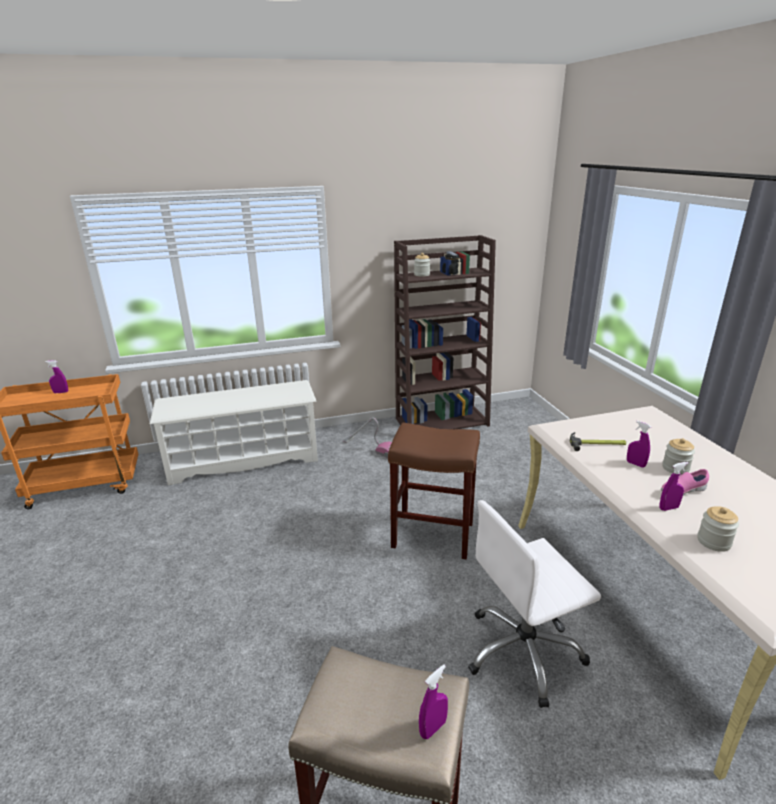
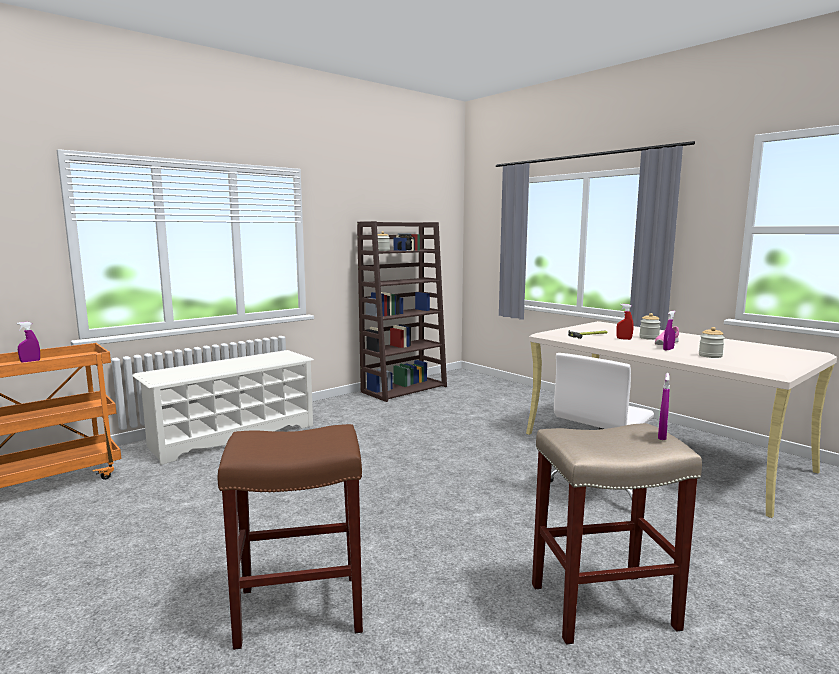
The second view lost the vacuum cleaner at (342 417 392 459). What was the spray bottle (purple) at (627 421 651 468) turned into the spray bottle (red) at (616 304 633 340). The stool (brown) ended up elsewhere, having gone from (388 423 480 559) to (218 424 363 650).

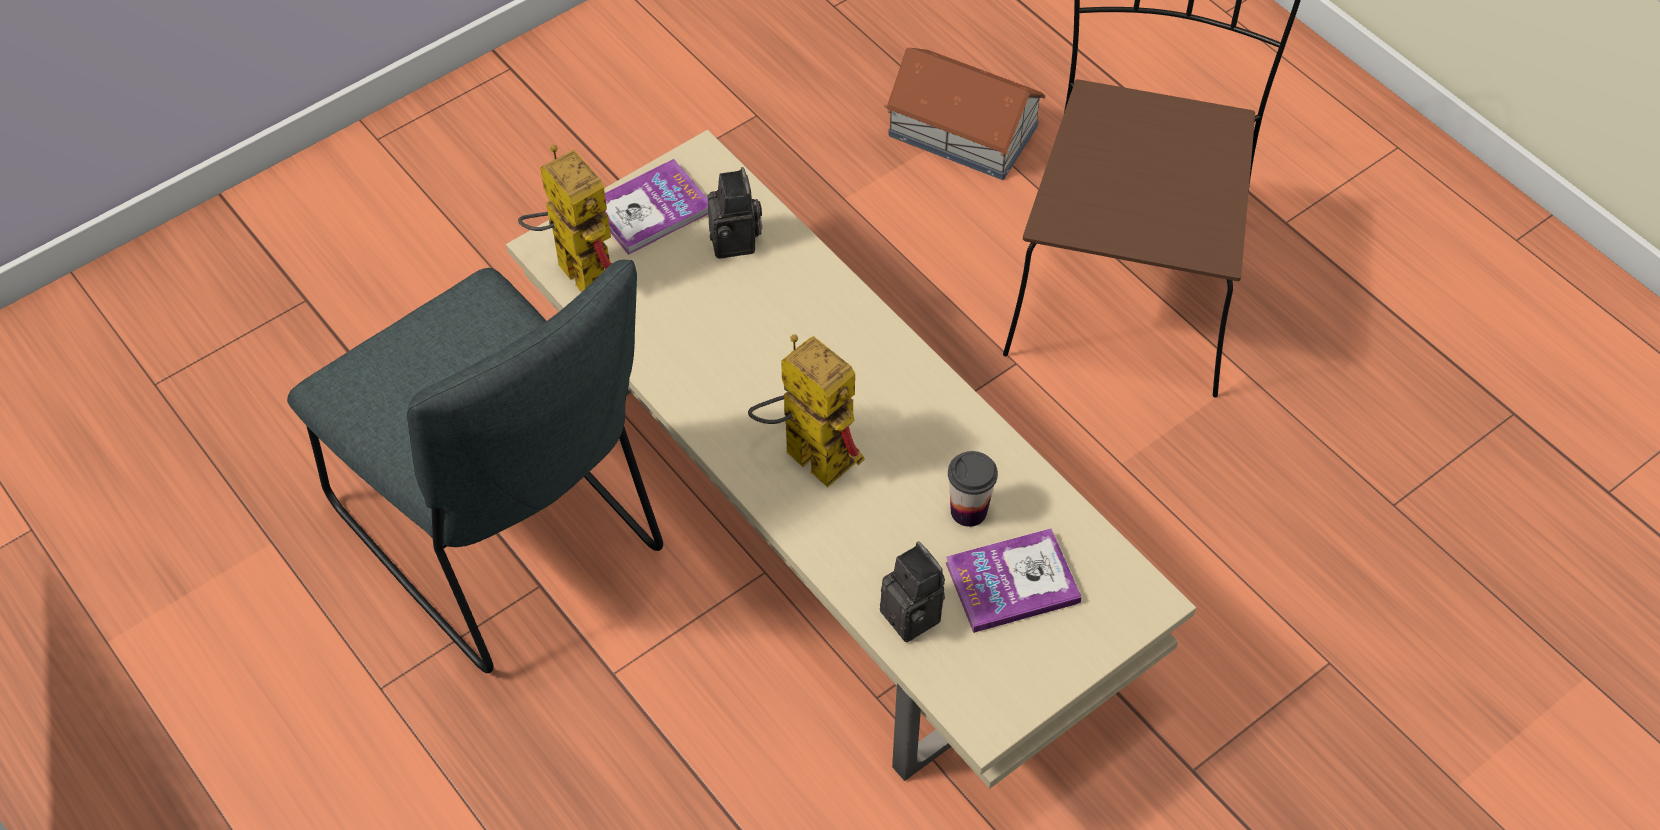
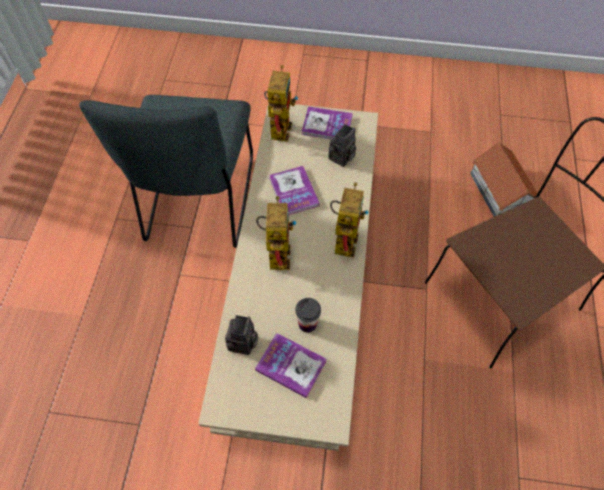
The second view gained the book at (269 166 320 215). The second view gained the toy robot at (330 182 369 258).

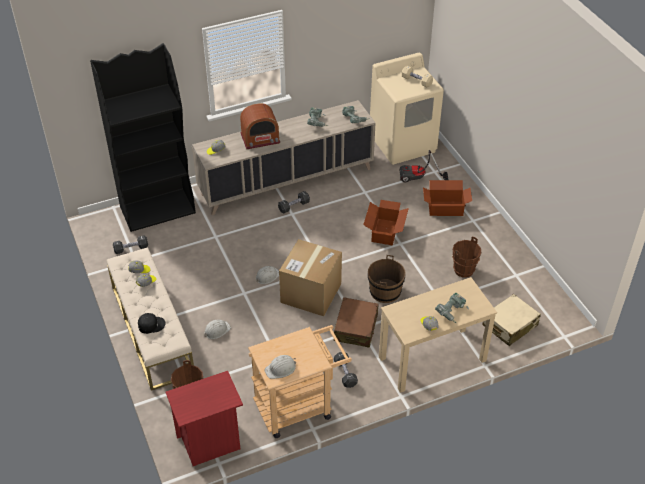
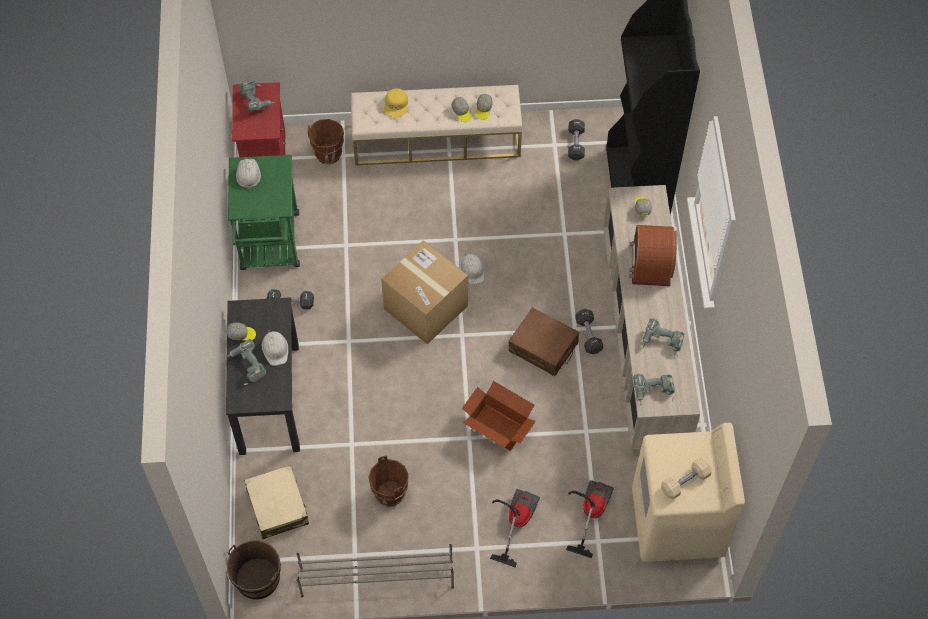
Where the cardboard box stood at (423 180 472 216), the vacuum cleaner came to stand at (490 489 540 568). The bucket (brown) ended up elsewhere, having gone from (368 255 406 303) to (227 540 281 599). What was the desk (beige) at (379 277 497 393) turned into the desk (black) at (226 298 300 455). The suitcase (brown) ended up elsewhere, having gone from (334 297 379 348) to (508 307 579 376). What was the cap (black) at (138 313 166 334) turned into the cap (yellow) at (384 88 408 117). The hard hat (white) ended up elsewhere, having gone from (204 319 231 339) to (262 330 289 366). What was the cart (beige) at (248 325 352 438) turned into the cart (green) at (228 155 300 270). The second view gained the power drill at (239 81 275 111). The second view gained the shoe rack (grey) at (297 544 454 597).

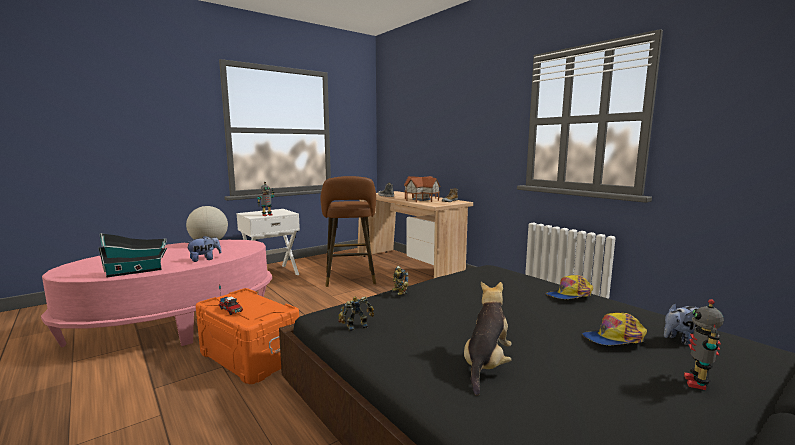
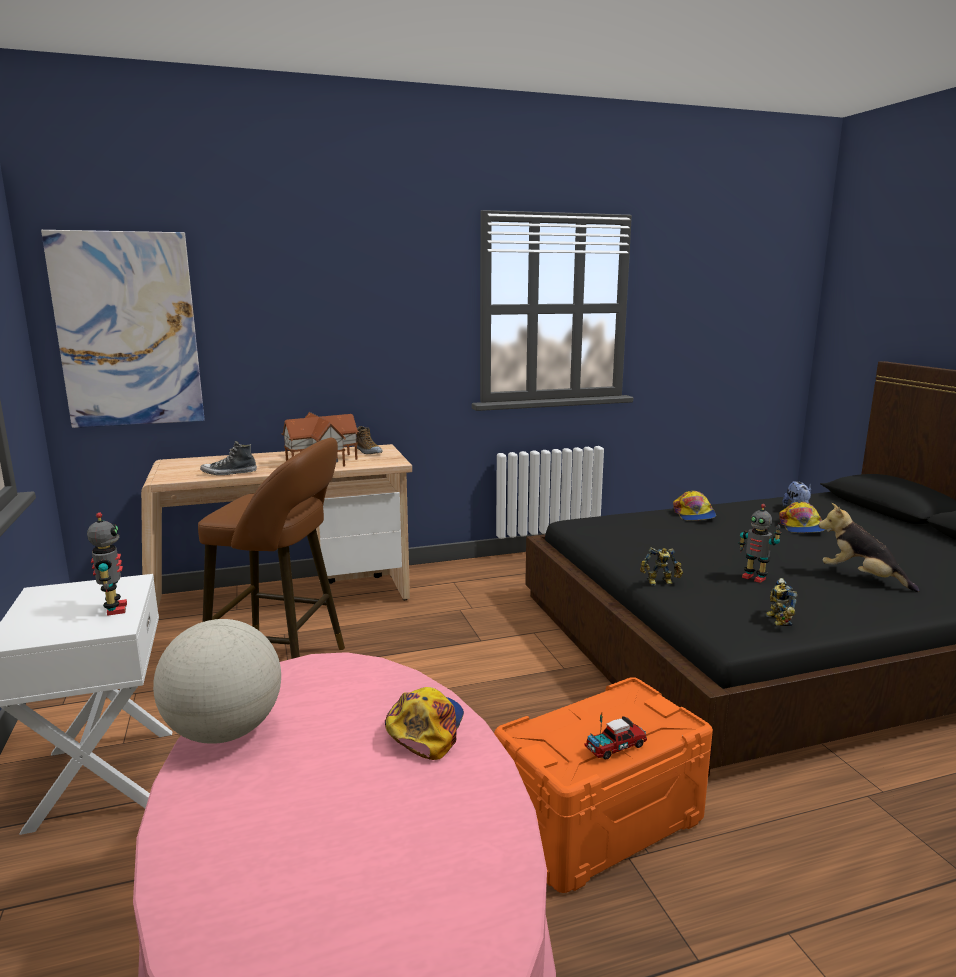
The second view lost the toy house at (98 233 167 278). Where the plush toy stood at (186 236 222 262), the cap came to stand at (385 687 464 760). The toy robot ended up elsewhere, having gone from (684 299 724 390) to (738 504 782 583). The second view gained the picture at (41 230 205 428).

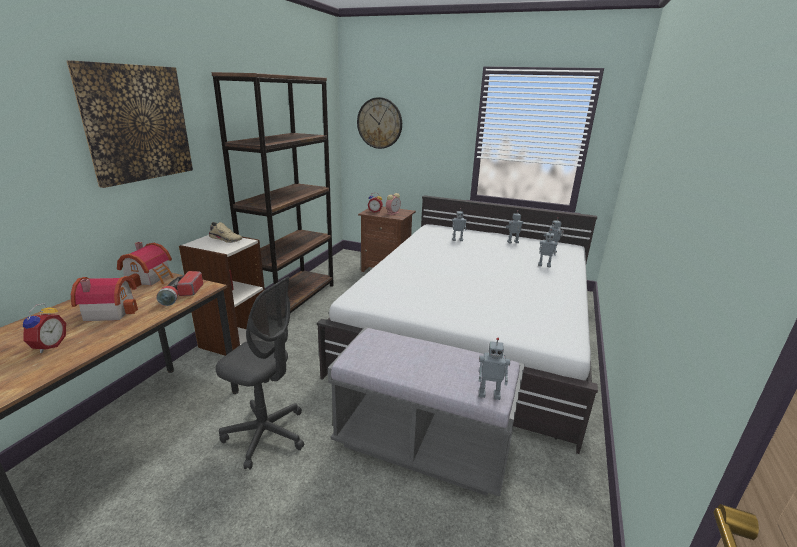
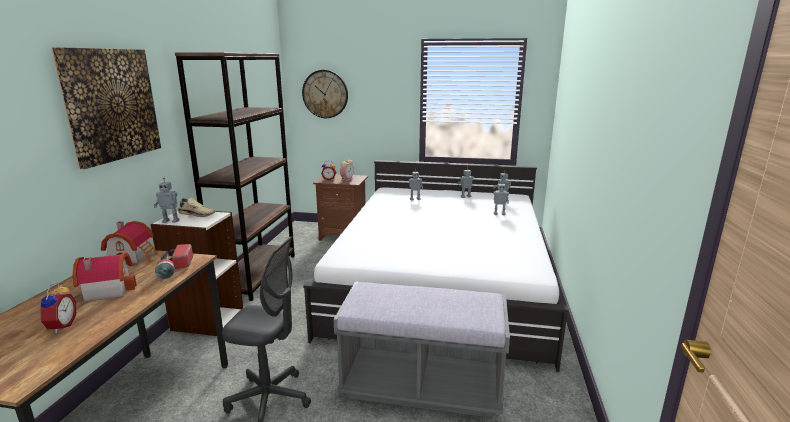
The toy robot ended up elsewhere, having gone from (479 338 510 400) to (153 178 179 223).

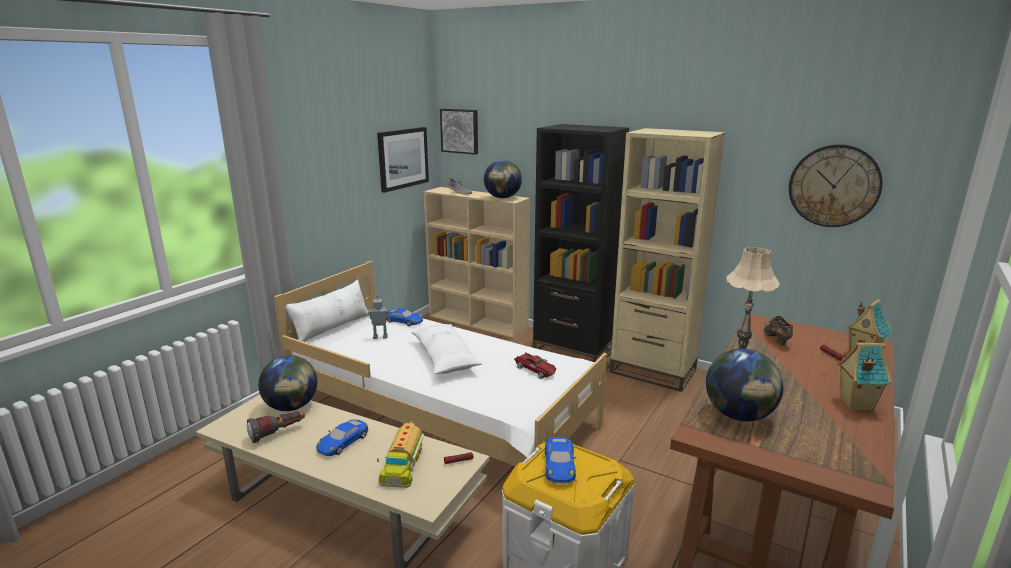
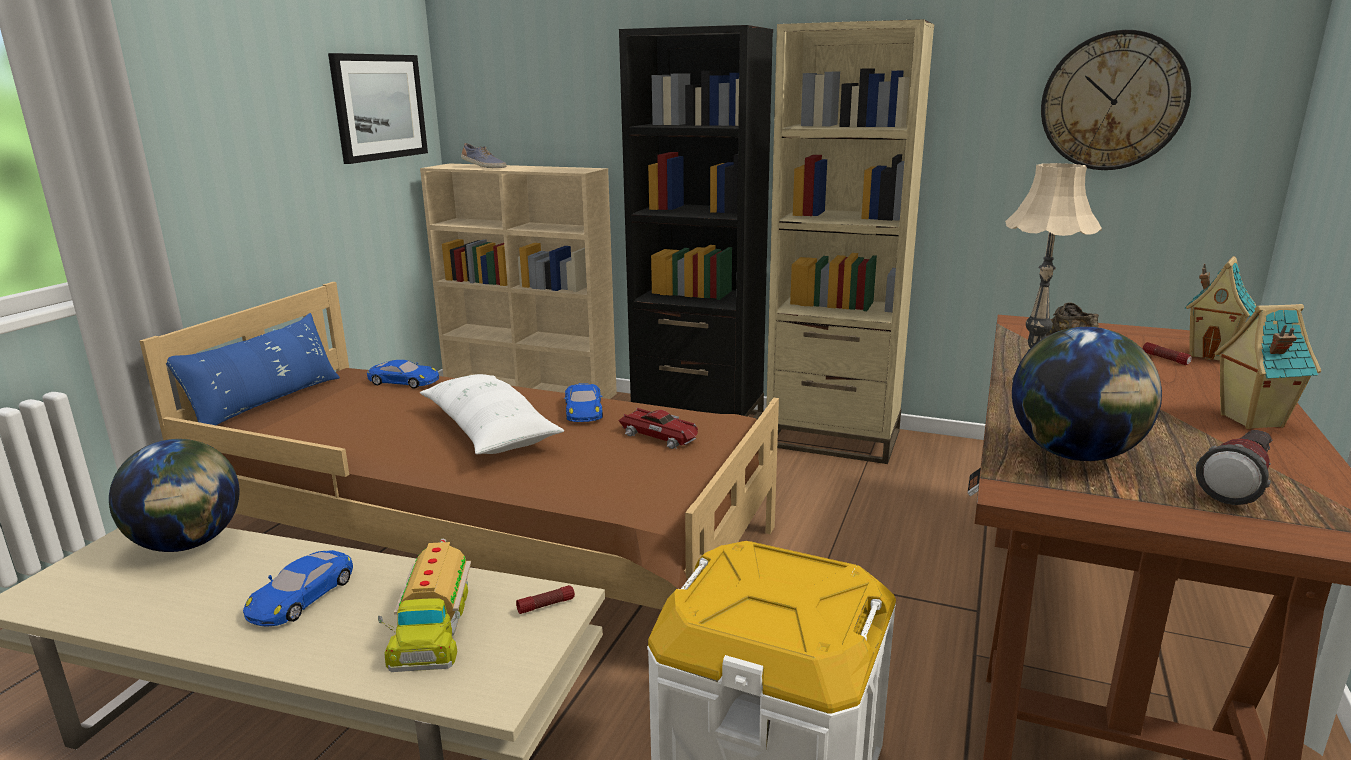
The second view lost the picture at (440 109 478 155). The second view lost the globe at (484 160 522 198). What was the bed (white) at (274 261 607 466) turned into the bed (brown) at (140 282 779 610). What was the pillow (white) at (285 279 370 342) turned into the pillow (blue) at (166 313 340 425). The second view lost the toy robot at (368 295 389 339). The flashlight ended up elsewhere, having gone from (247 411 305 443) to (1196 430 1272 505). The toy car (blue) ended up elsewhere, having gone from (545 437 576 483) to (564 383 603 422).

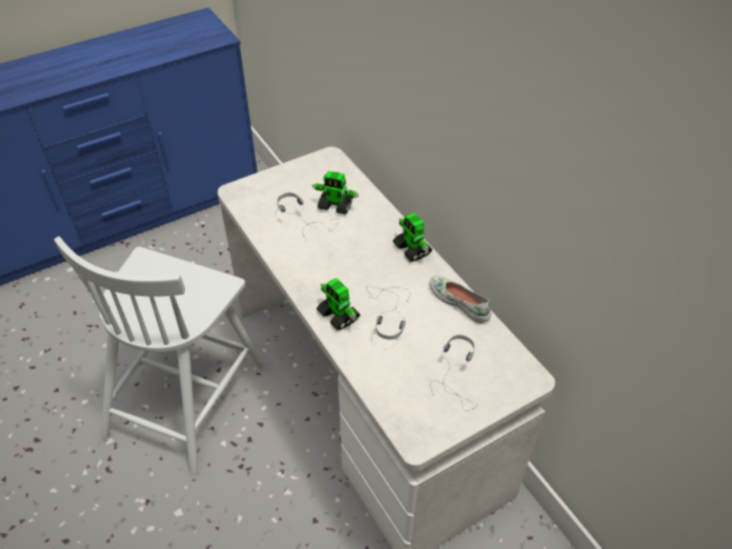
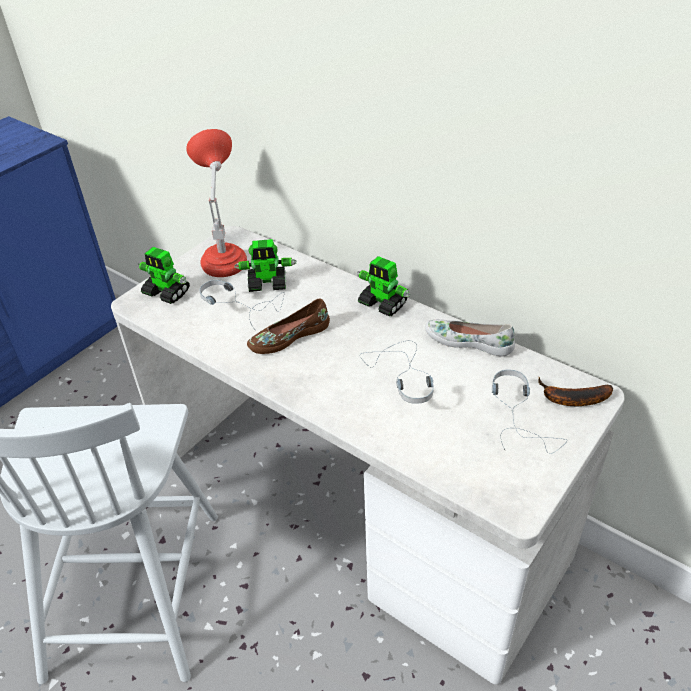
The toy robot ended up elsewhere, having gone from (317 278 360 331) to (138 247 190 304). The second view gained the table lamp (red) at (186 129 247 277). The second view gained the shoe (brown) at (247 298 330 354). The second view gained the banana at (539 377 613 406).

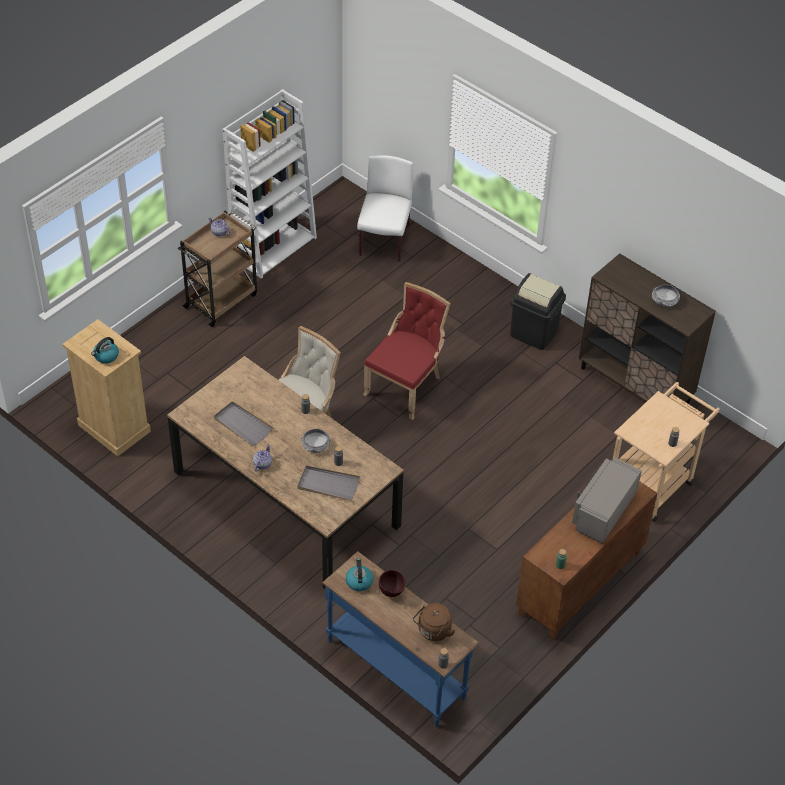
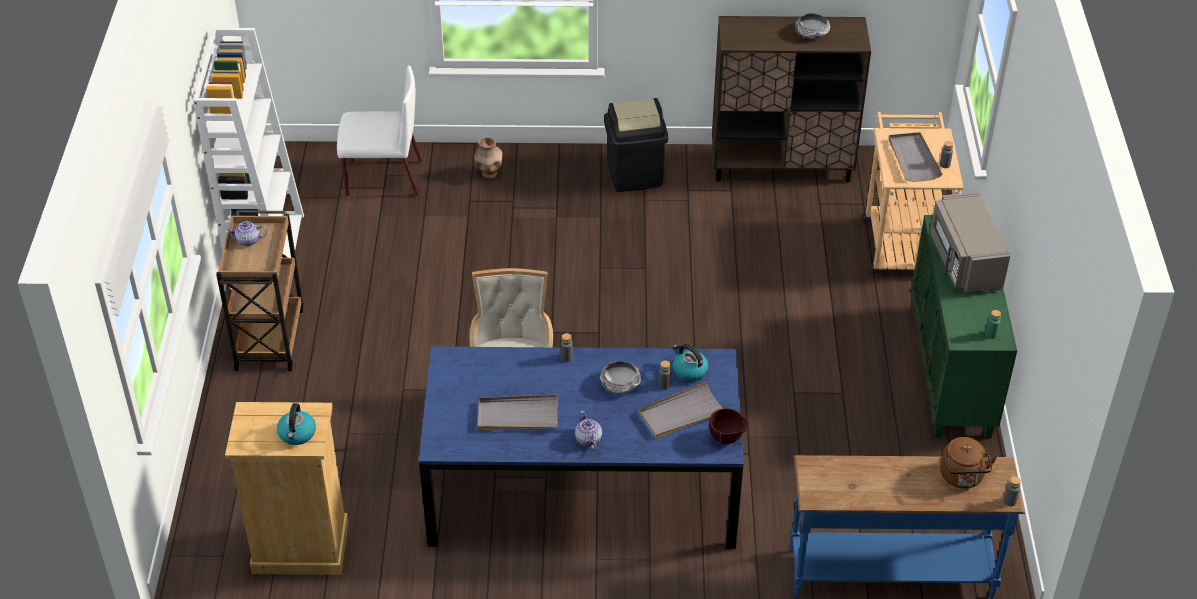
The chair (white) at (357 155 413 262) ended up facing another way, 120 degrees clockwise from before. The second view lost the chair (red) at (363 282 450 420). What was the dining table (brown) at (167 356 404 589) turned into the dining table (blue) at (419 346 744 549). What was the cabinet (brown) at (516 481 657 640) turned into the cabinet (green) at (911 215 1017 439). The kettle ended up elsewhere, having gone from (346 558 373 591) to (672 344 708 382). The bowl (brown) ended up elsewhere, having gone from (379 570 405 597) to (709 408 749 444). The second view gained the tray (grey) at (888 132 942 182). The second view gained the vase (brown) at (474 137 503 179).

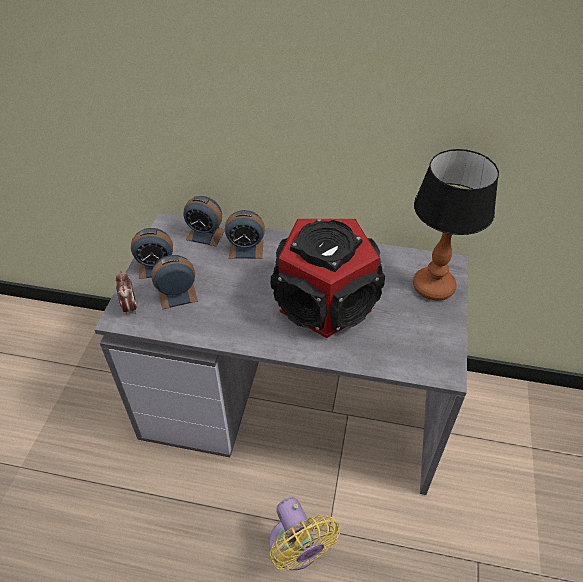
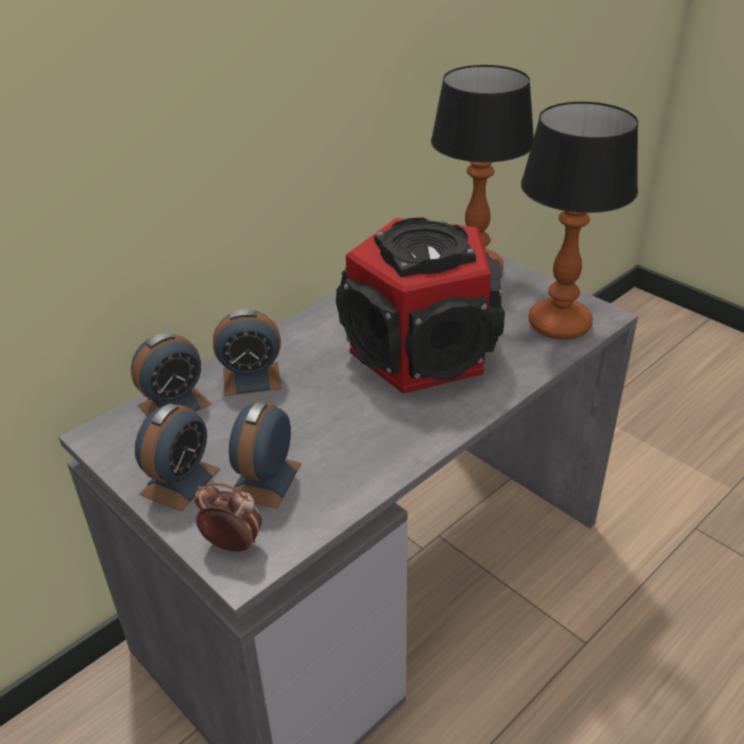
The alarm clock at (225 210 265 259) ended up facing another way, 45 degrees clockwise from before. The second view lost the fan (yellow) at (269 497 340 570). The second view gained the table lamp at (521 101 638 340).

